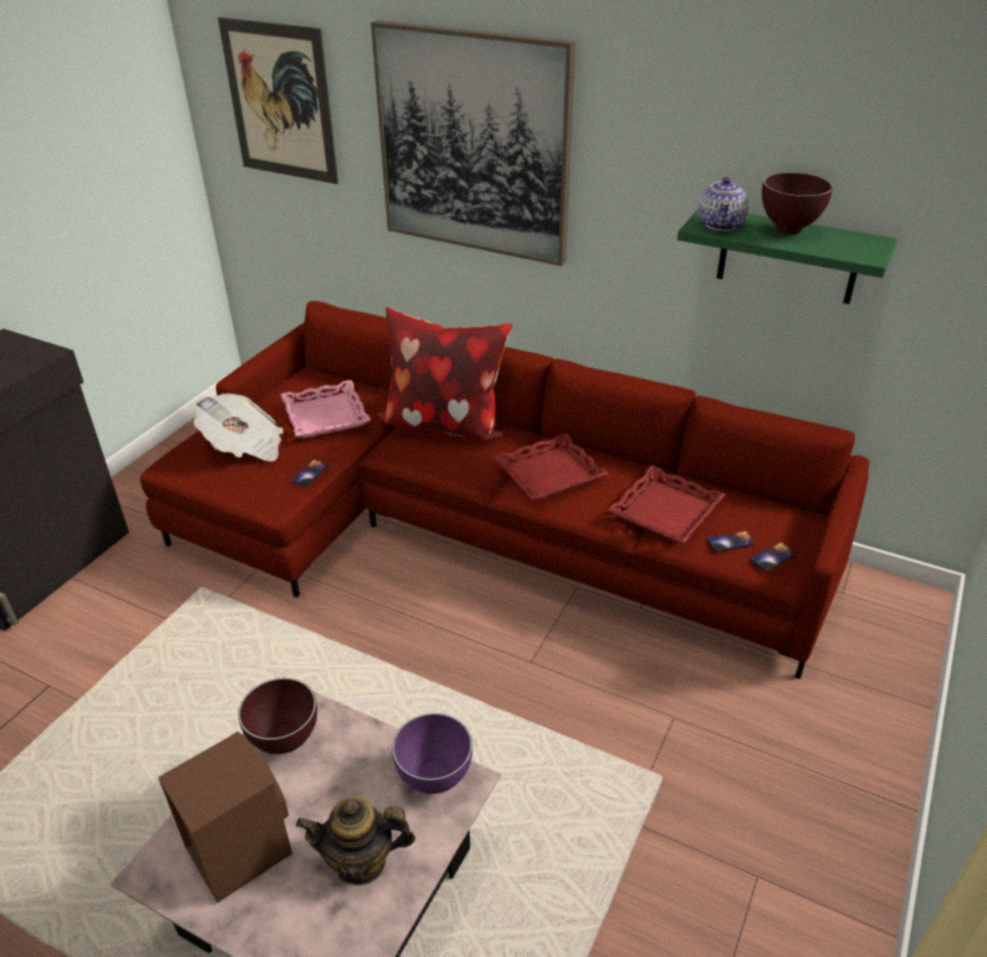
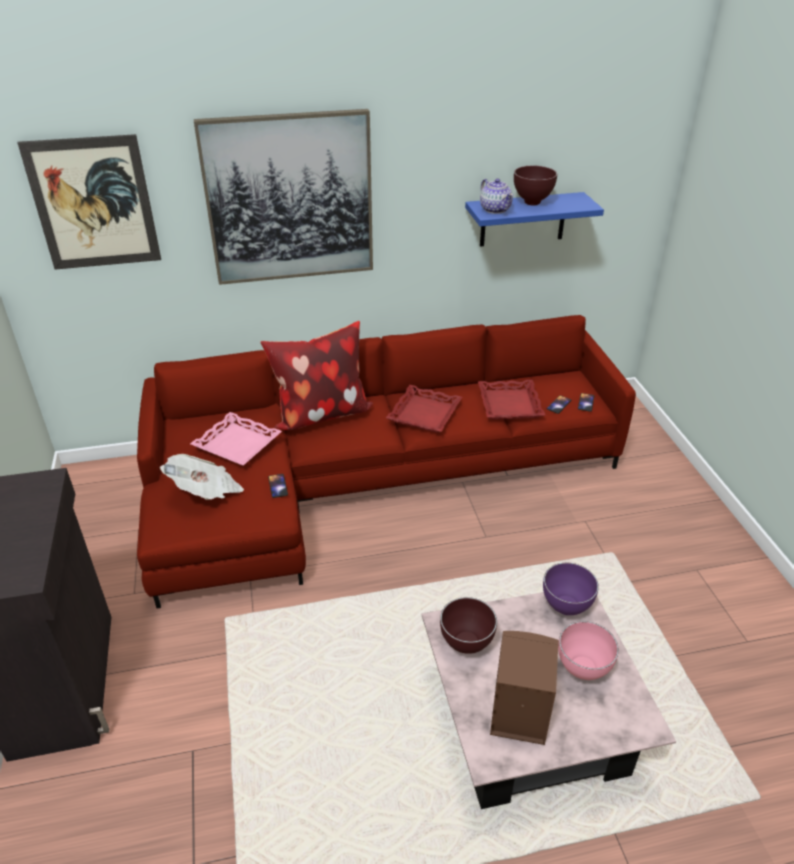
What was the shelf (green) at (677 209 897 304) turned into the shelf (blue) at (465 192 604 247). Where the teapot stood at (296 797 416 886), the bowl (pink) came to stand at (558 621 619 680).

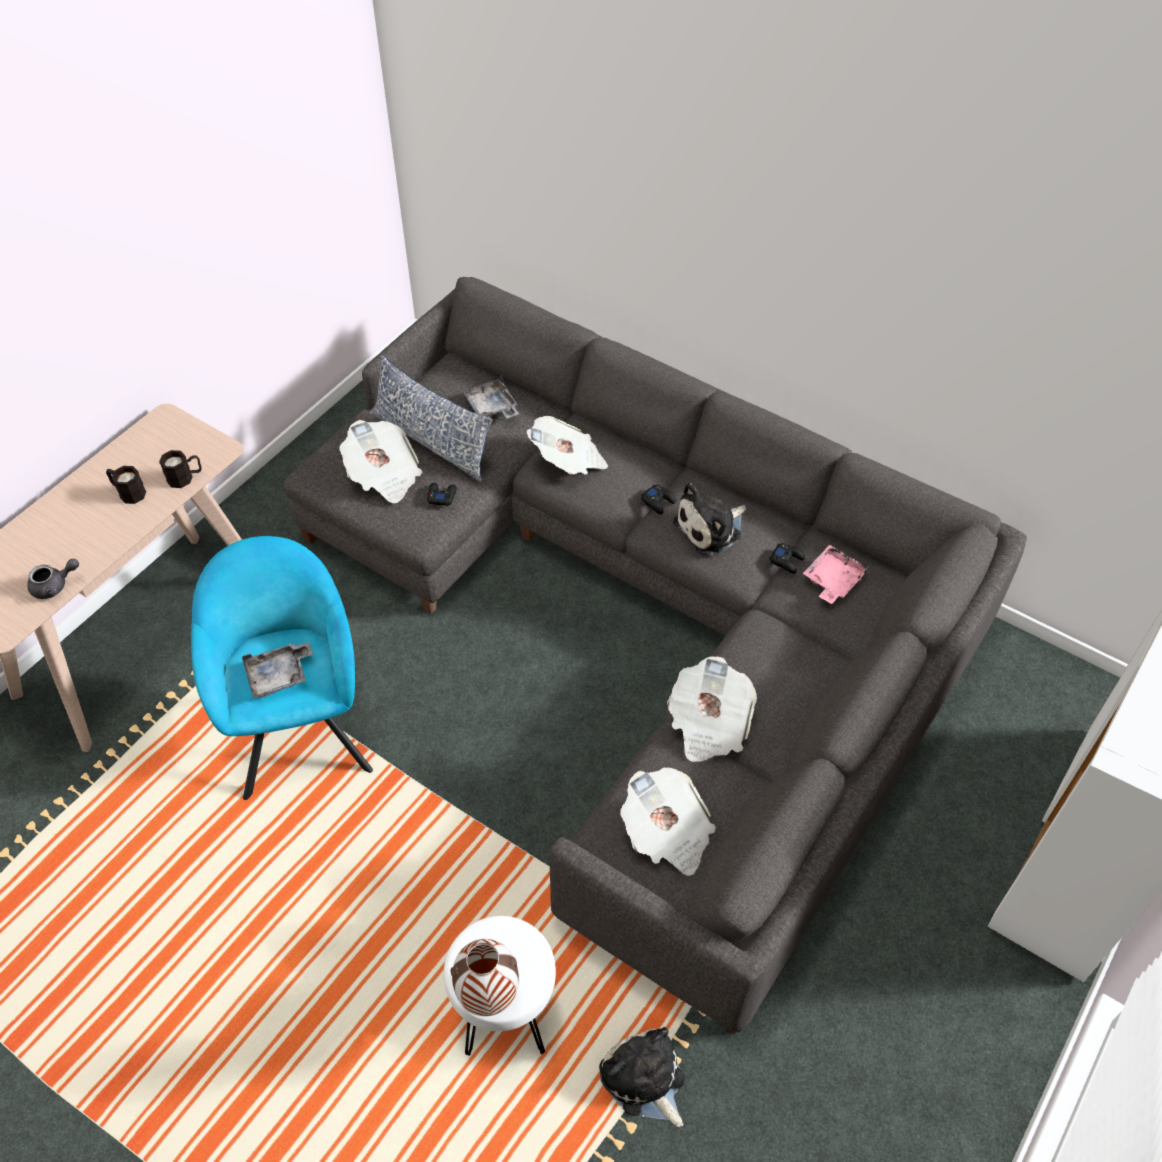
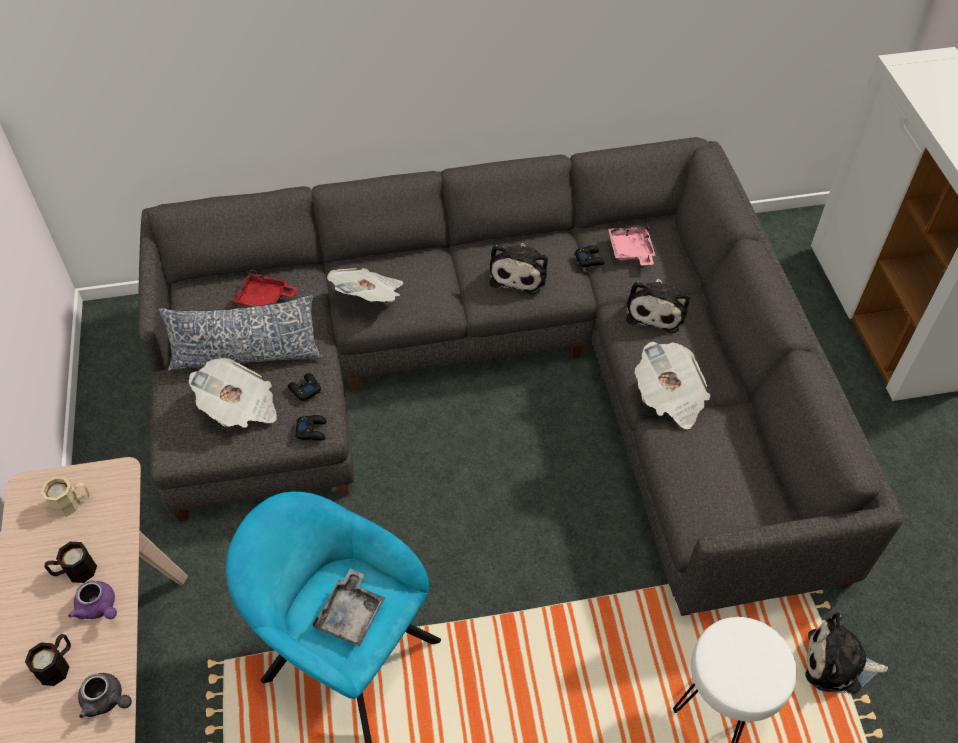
What was the tray (grey) at (462 376 519 418) turned into the tray (red) at (231 269 298 307). The mug (black) ended up elsewhere, having gone from (159 450 202 488) to (25 634 71 686). The game controller (black) ended up elsewhere, having gone from (641 485 676 514) to (295 415 327 441). The teapot (grey) at (27 559 79 599) ended up facing another way, 90 degrees clockwise from before. The second view lost the newspaper at (620 767 716 876). The second view lost the vase at (450 939 519 1016). The second view gained the plush toy at (626 279 690 333). The second view gained the mug (beige) at (41 476 90 517). The second view gained the teapot (purple) at (68 580 117 619).

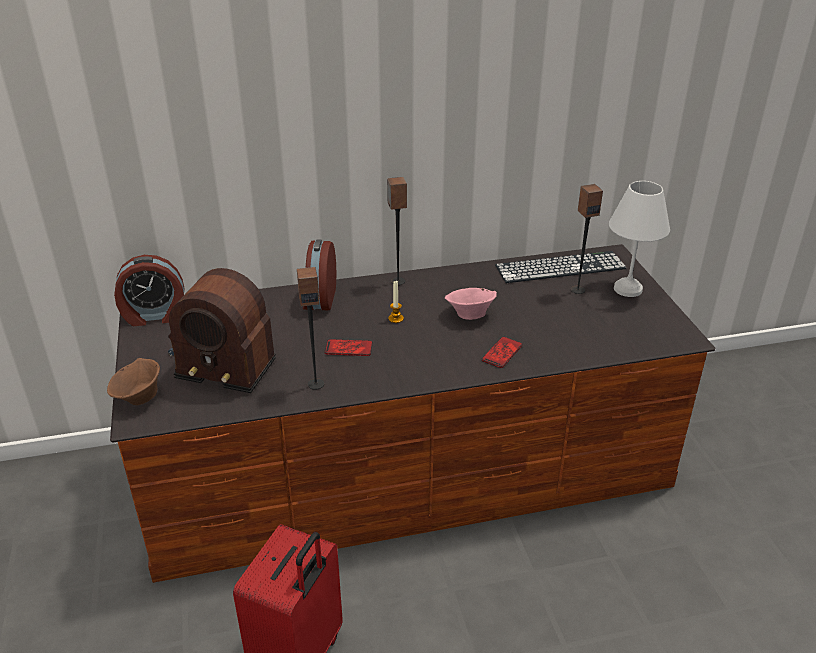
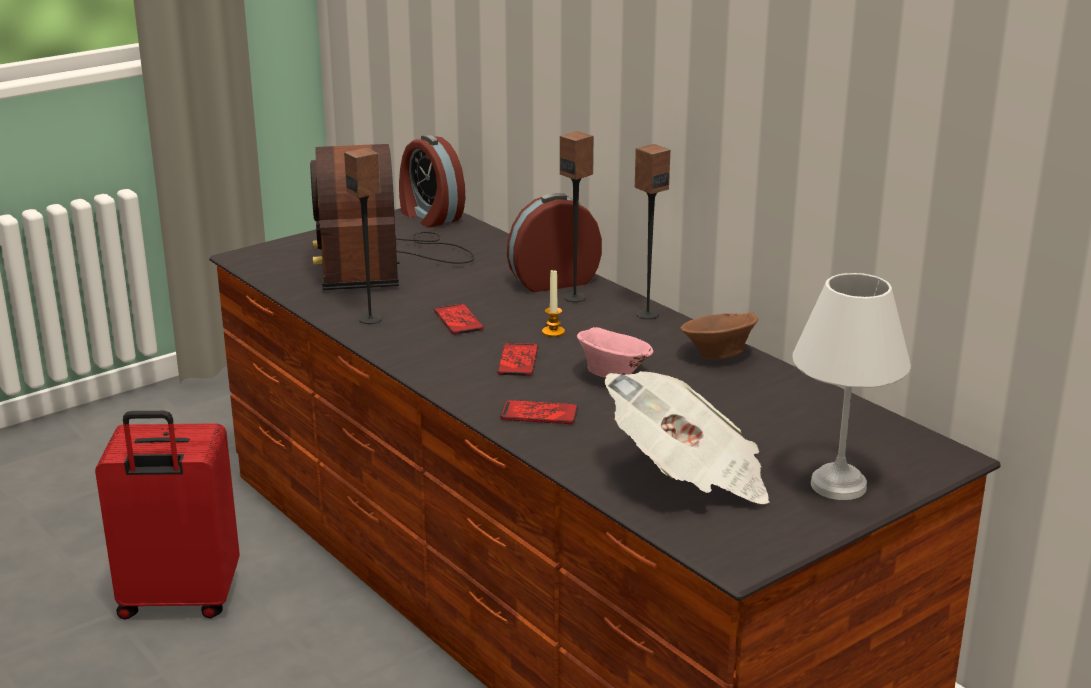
The speaker ended up elsewhere, having gone from (571 184 603 294) to (560 131 594 302). The second view lost the keyboard at (495 251 626 283). The bowl (brown) ended up elsewhere, having gone from (107 358 160 405) to (680 312 758 359). The second view gained the phone at (497 342 538 376). The second view gained the newspaper at (605 371 770 504).

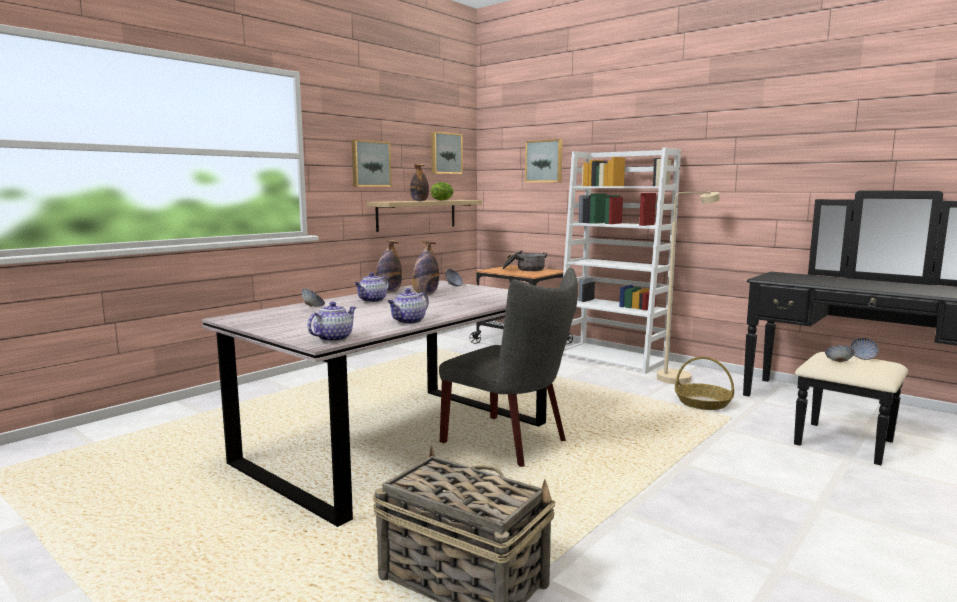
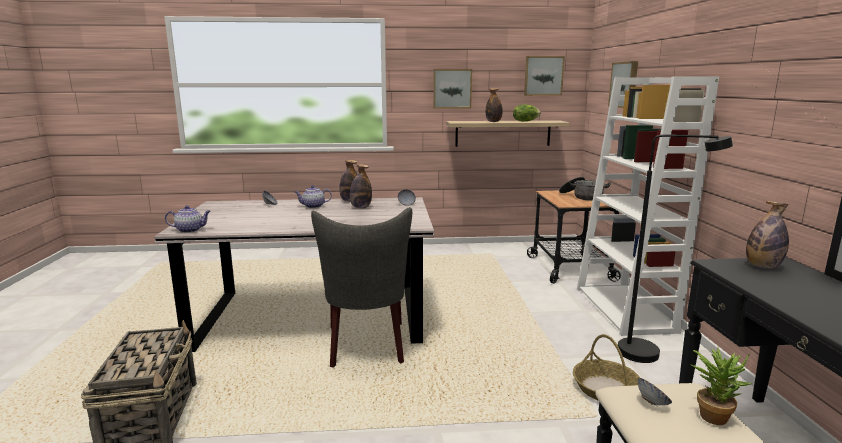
What was the floor lamp (beige) at (657 192 720 384) turned into the floor lamp (black) at (618 135 733 363). The second view lost the teapot at (387 289 429 324). Where the bowl stood at (850 338 879 360), the potted plant came to stand at (692 348 752 425). The second view gained the bottle at (746 201 789 268).

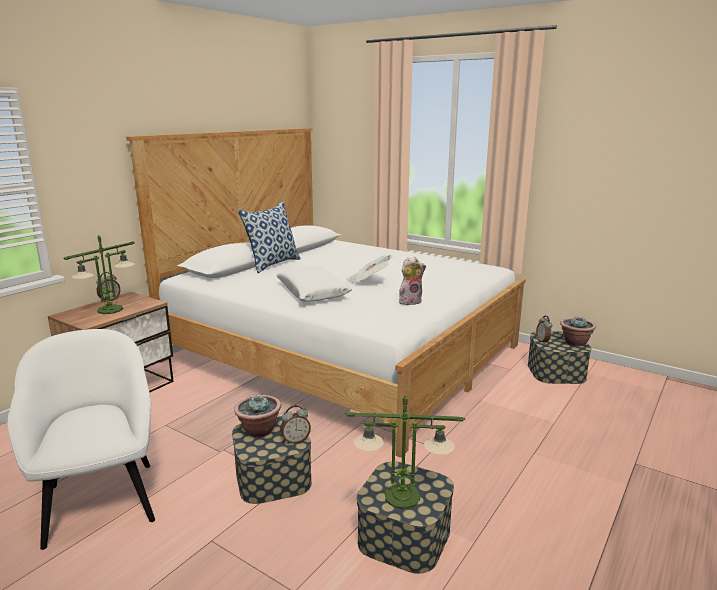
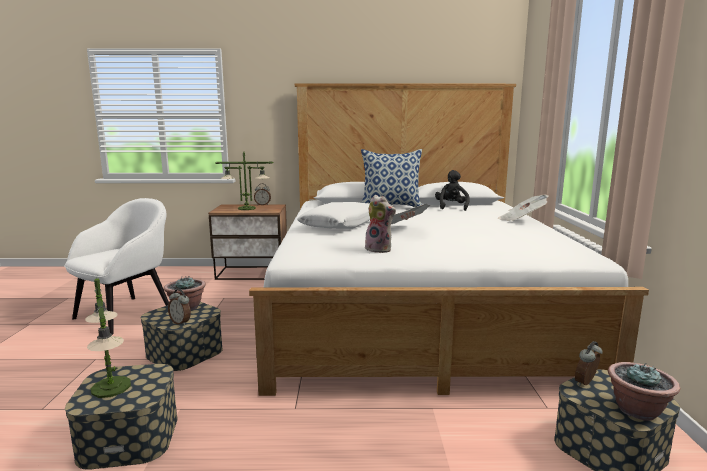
The second view gained the plush toy (black) at (435 170 470 211). The second view gained the newspaper at (498 195 549 221).

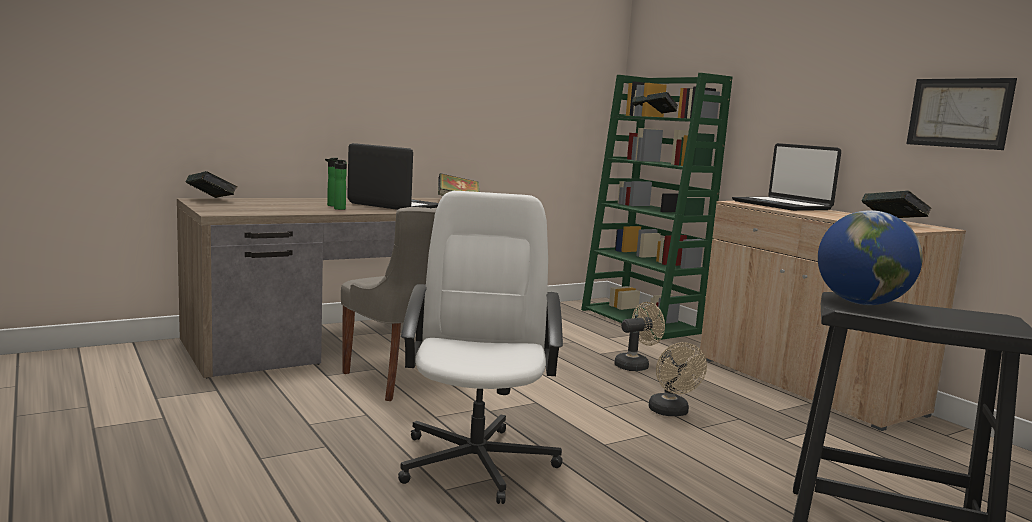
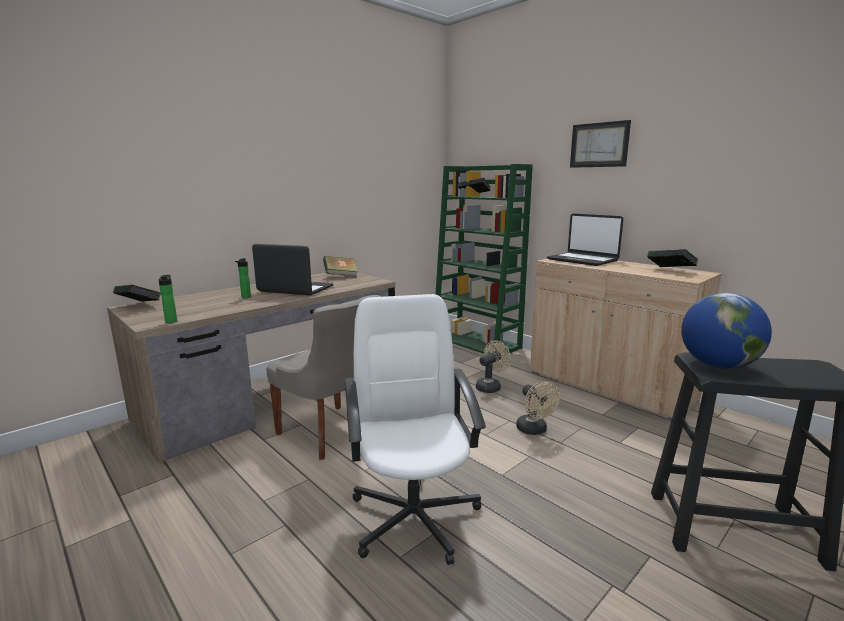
The picture ended up elsewhere, having gone from (907 78 1017 150) to (570 120 631 168). The bottle ended up elsewhere, having gone from (334 160 347 210) to (158 275 177 323).

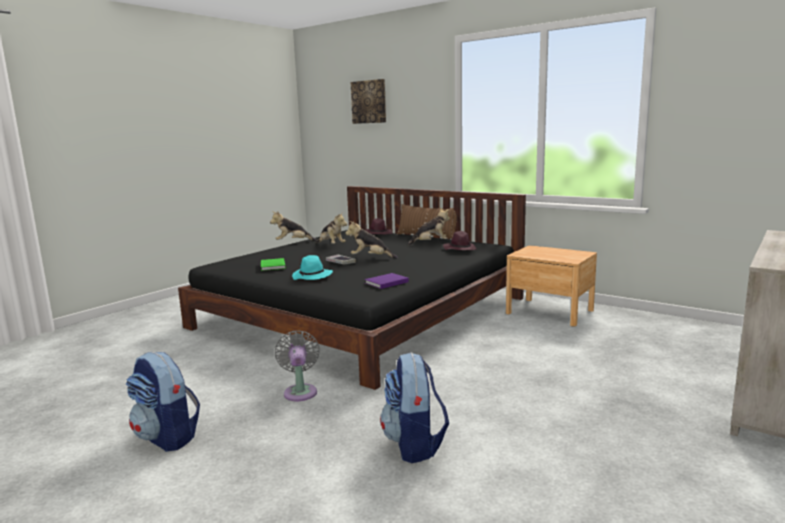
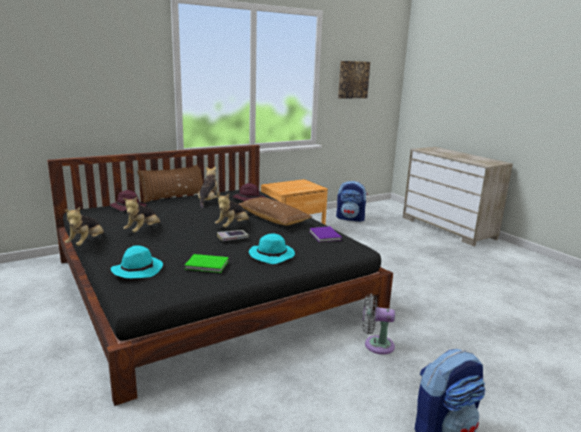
The picture ended up elsewhere, having gone from (351 79 386 124) to (338 61 370 99). The plush toy at (316 213 347 244) ended up facing another way, 135 degrees clockwise from before. The backpack ended up elsewhere, having gone from (380 352 449 463) to (336 181 368 222). The second view gained the pillow (brown) at (239 197 312 226). The second view gained the hat (turquoise) at (111 246 163 278).

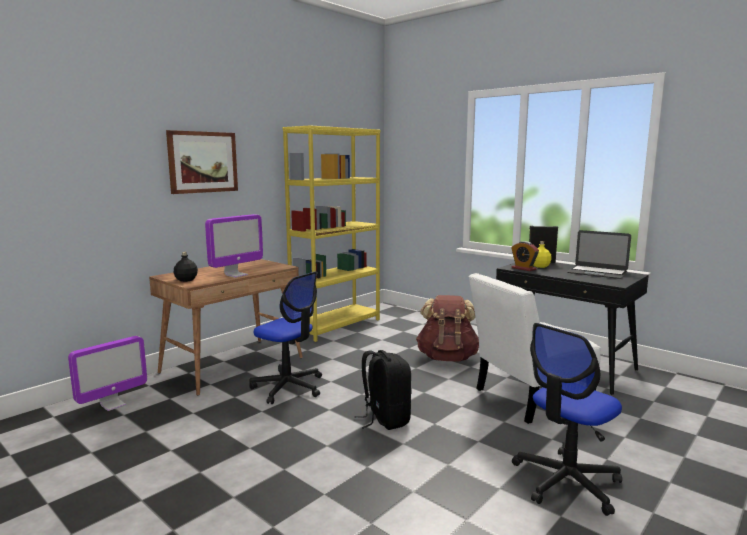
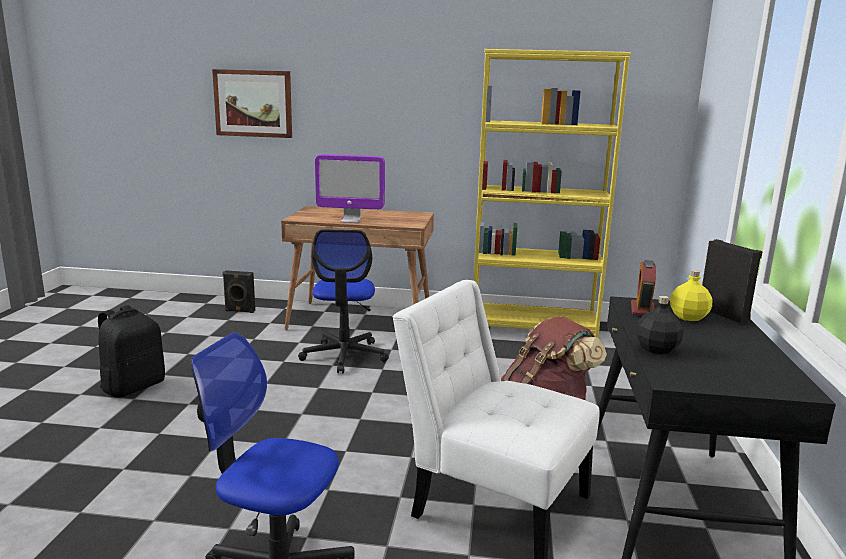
The picture ended up elsewhere, having gone from (166 130 238 194) to (212 69 292 138). The second view lost the laptop at (567 230 631 279). The bottle (black) ended up elsewhere, having gone from (174 252 198 282) to (635 296 683 354). Where the monitor stood at (68 336 147 411), the speaker (black) came to stand at (222 271 255 313). The backpack (black) ended up elsewhere, having gone from (354 350 412 430) to (98 305 165 398).

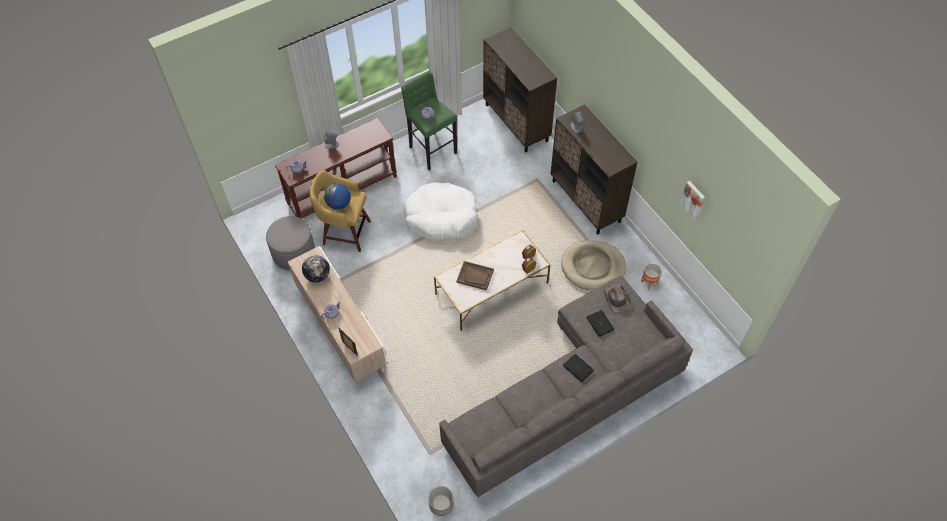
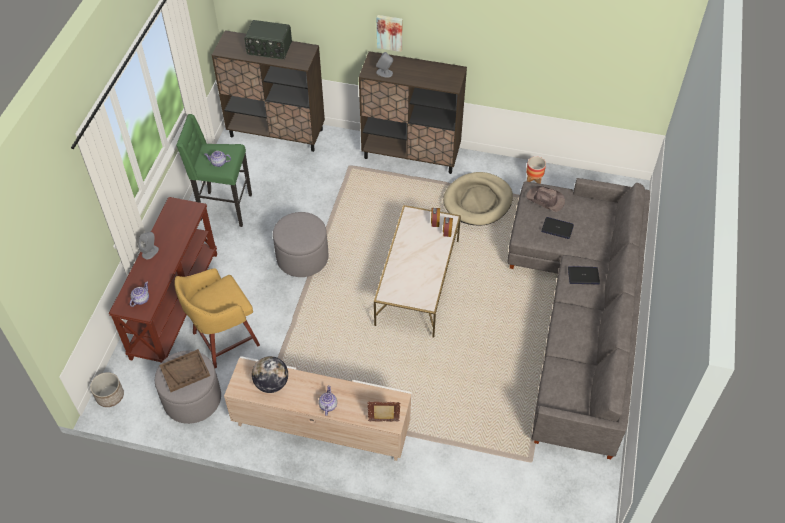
The picture ended up elsewhere, having gone from (680 181 705 220) to (377 15 403 52). Where the dog bed (white) stood at (404 182 479 240), the ottoman (grey) came to stand at (273 212 328 277). The second view lost the globe at (324 183 351 210). The tray (brown) ended up elsewhere, having gone from (456 261 494 291) to (159 349 210 392). The planter ended up elsewhere, having gone from (428 486 454 516) to (90 372 124 407). The second view gained the radio at (244 20 292 59).

